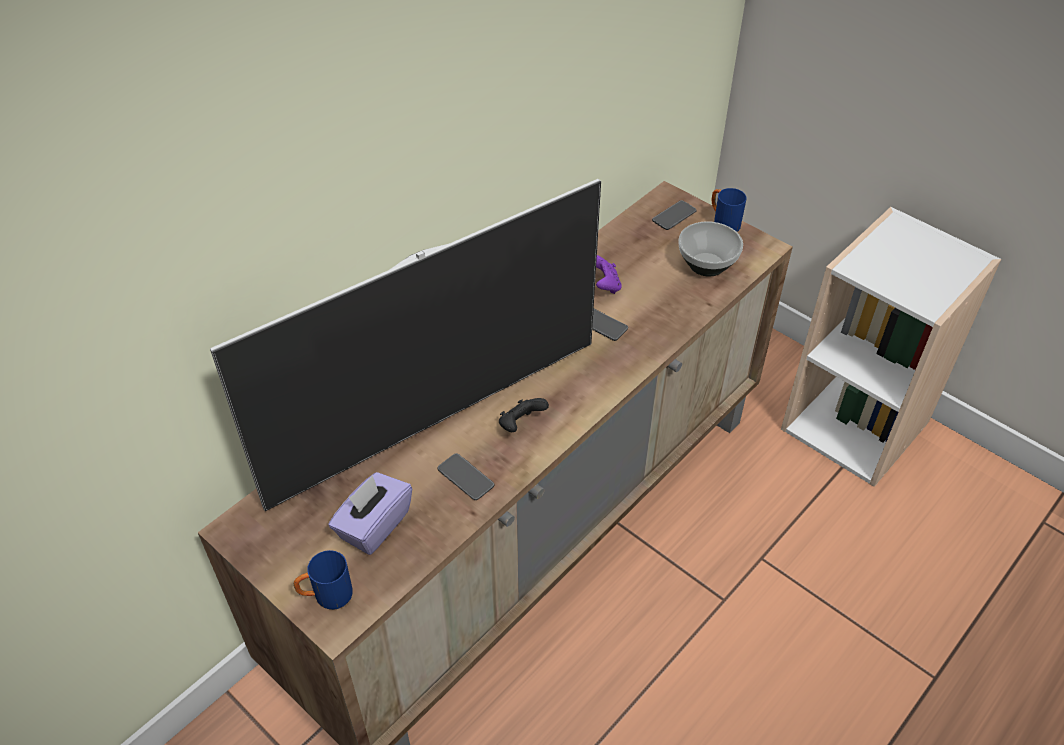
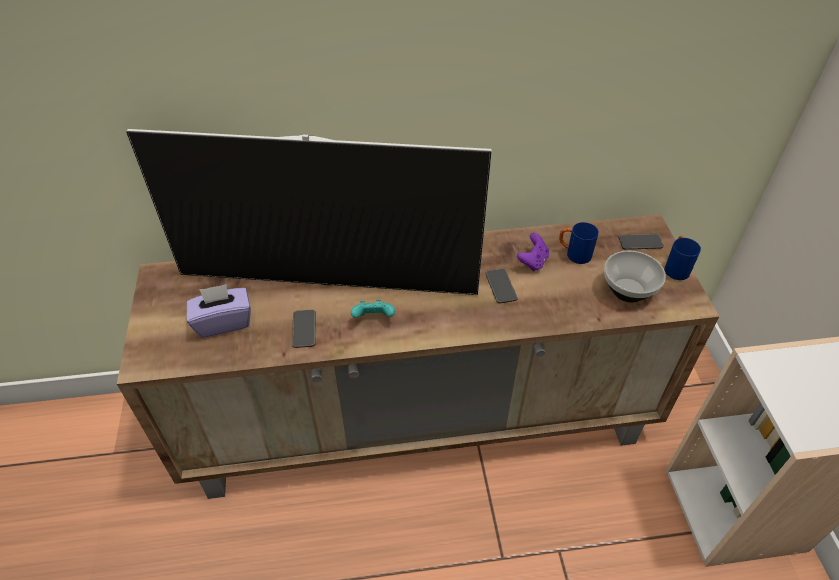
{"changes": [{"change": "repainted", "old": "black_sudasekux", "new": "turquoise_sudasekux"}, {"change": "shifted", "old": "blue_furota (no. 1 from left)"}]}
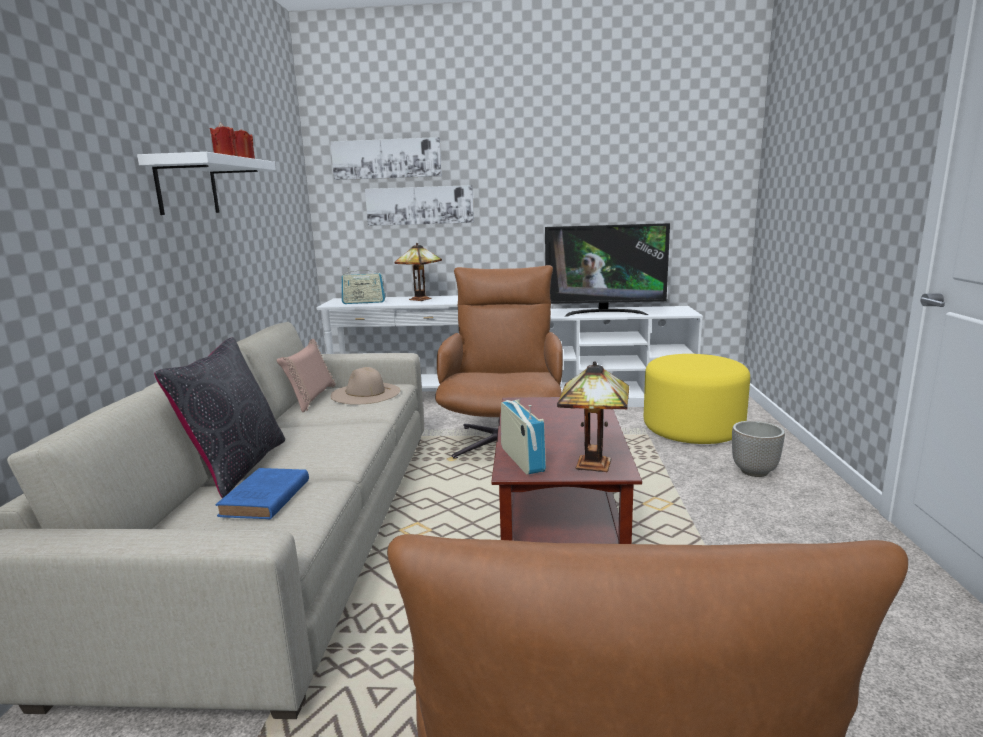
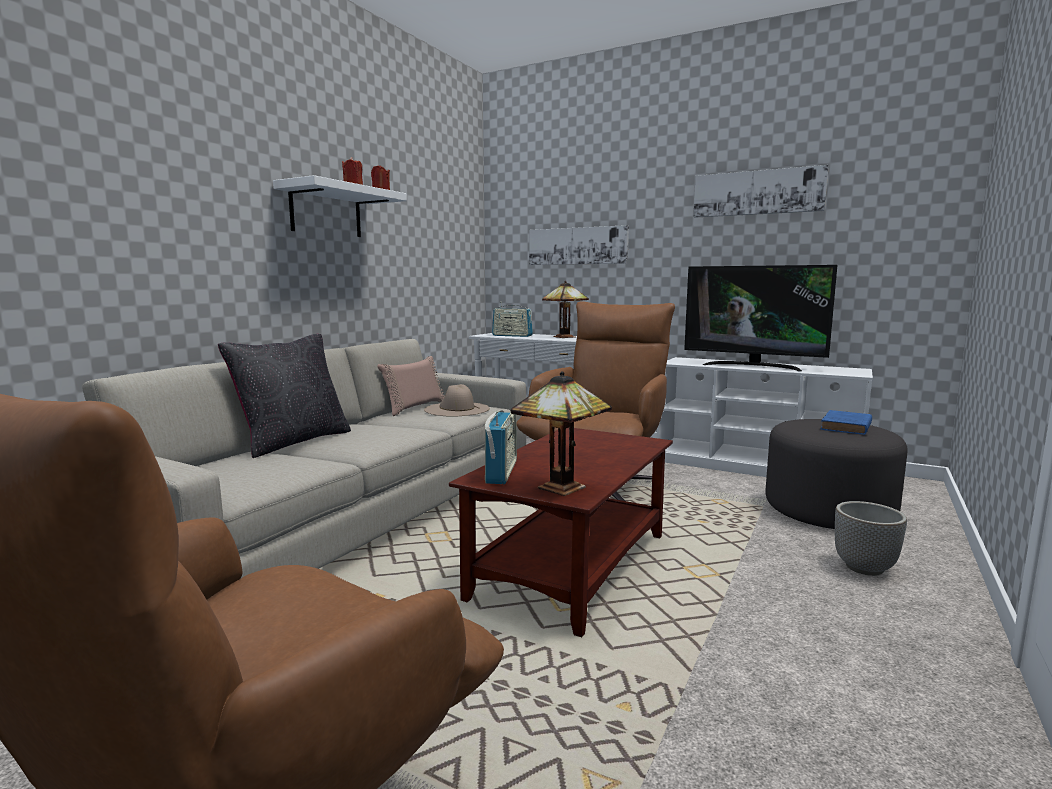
{"changes": [{"change": "shifted", "old": "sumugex (no. 1 from left in the first image)", "new": "sumugex (no. 2 from left)"}, {"change": "repainted", "old": "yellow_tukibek", "new": "grey_tukibek"}, {"change": "shifted", "old": "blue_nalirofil"}]}
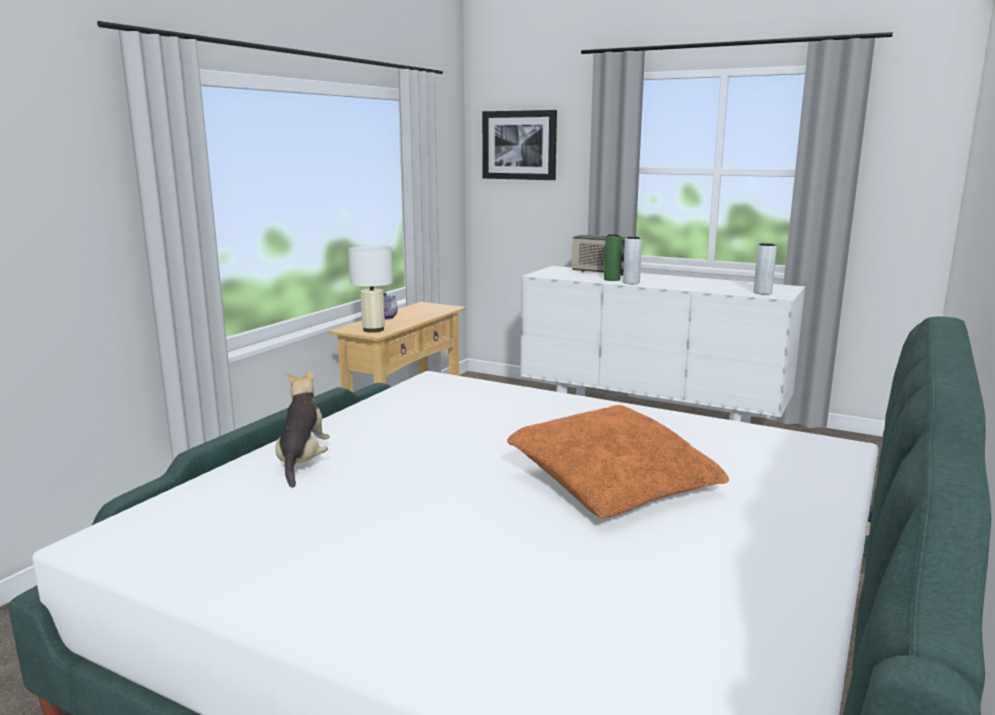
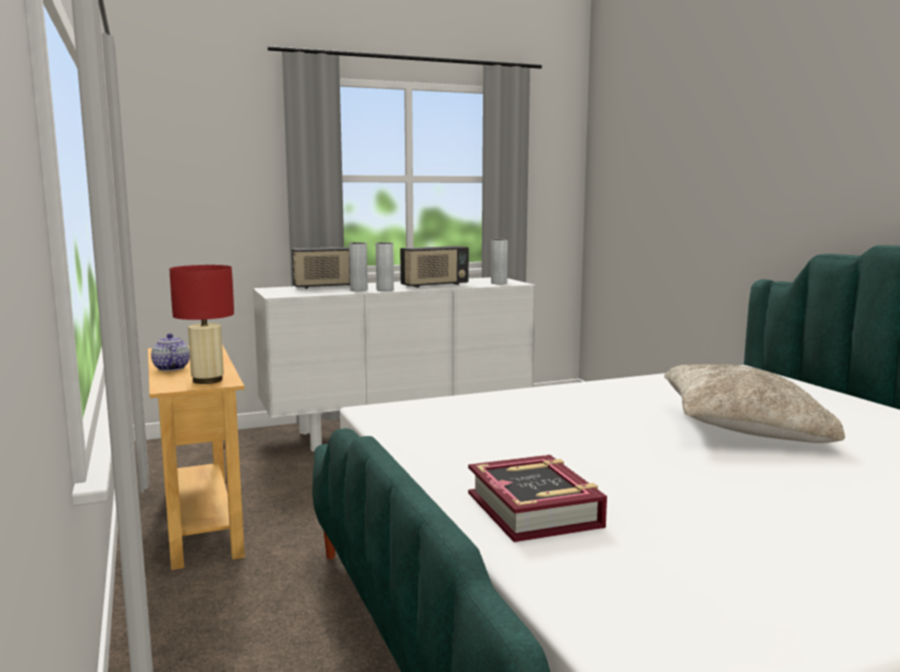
{"changes": [{"change": "gone", "old": "sumugex"}, {"change": "repainted", "old": "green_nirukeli", "new": "grey_nirukeli (no. 1 from left)"}, {"change": "repainted", "old": "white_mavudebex", "new": "red_mavudebex"}, {"change": "swapped", "old": "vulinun", "new": "nalirofil"}, {"change": "repainted", "old": "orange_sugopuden", "new": "beige_sugopuden"}, {"change": "new", "new": "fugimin (no. 2 from left)"}]}
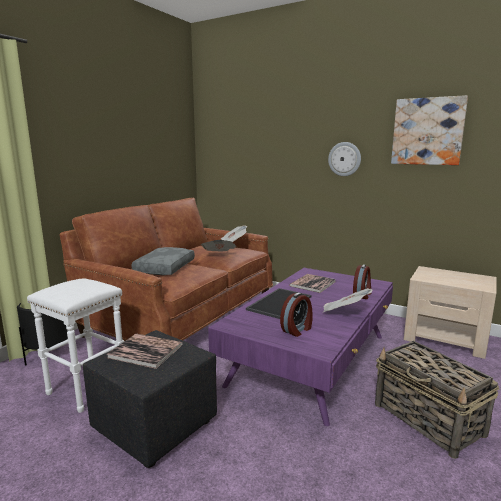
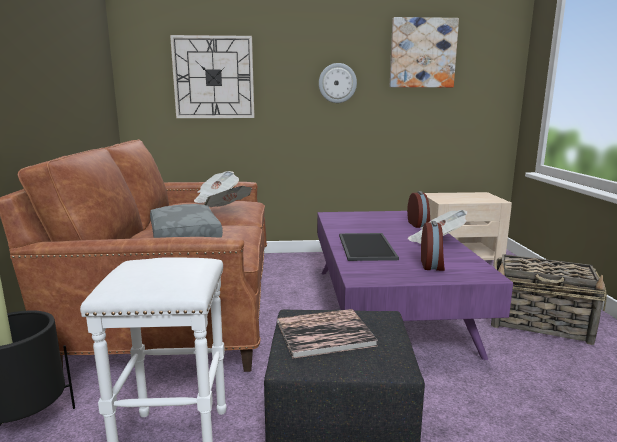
{"changes": [{"change": "gone", "old": "nalirofil (no. 2 from left)"}, {"change": "new", "new": "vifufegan (no. 1 from left)"}]}
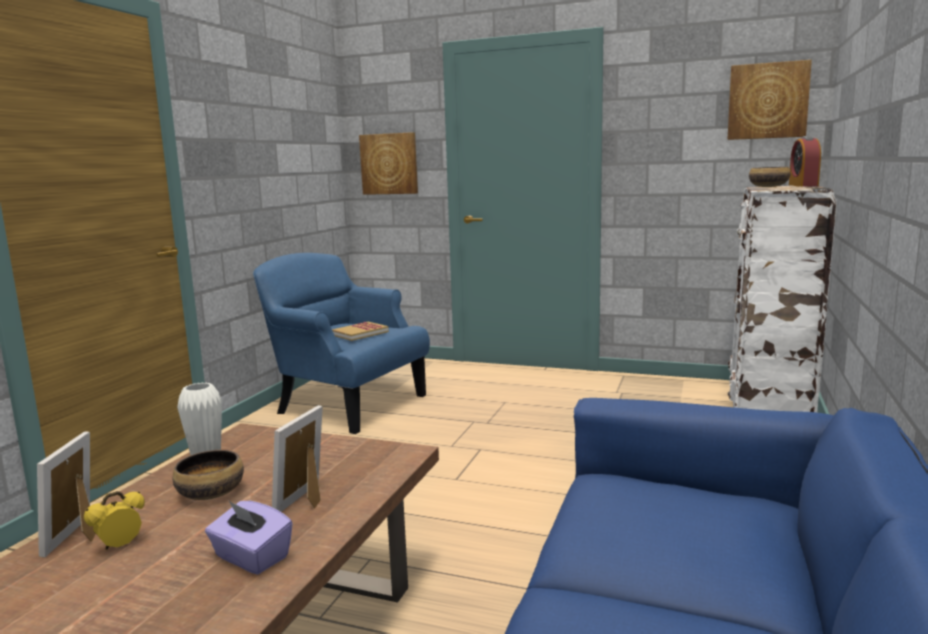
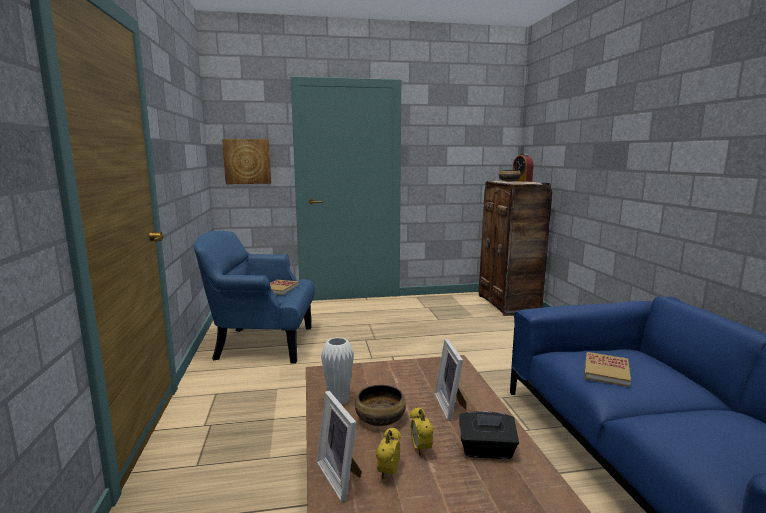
{"changes": [{"change": "gone", "old": "sumugex (no. 2 from left)"}, {"change": "repainted", "old": "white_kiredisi", "new": "brown_kiredisi"}, {"change": "repainted", "old": "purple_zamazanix", "new": "black_zamazanix"}, {"change": "new", "new": "nalirofil (no. 2 from left)"}, {"change": "new", "new": "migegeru (no. 2 from left)"}]}
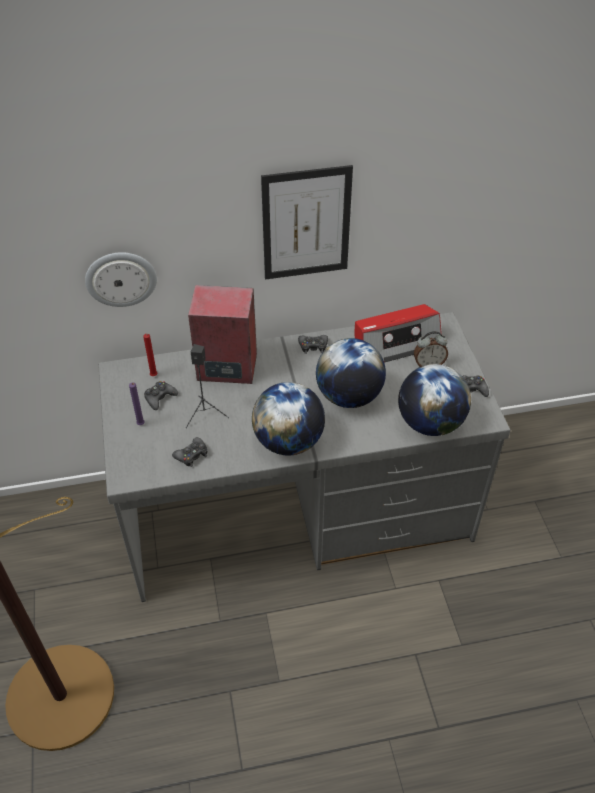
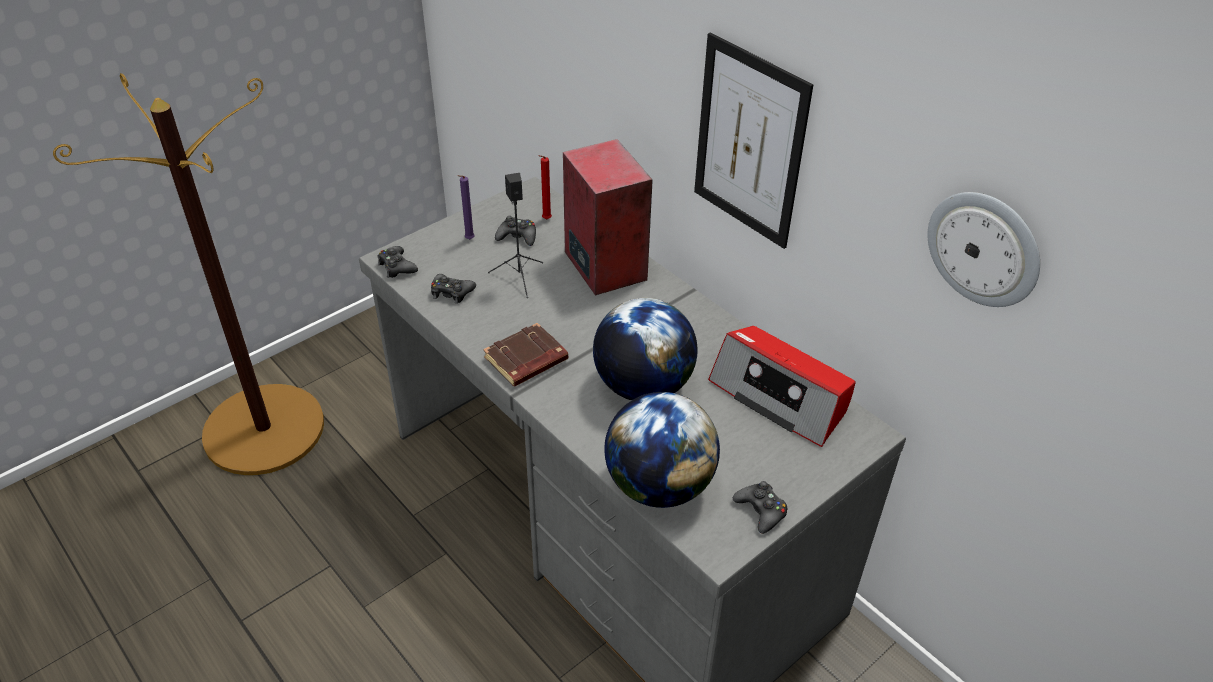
{"changes": [{"change": "shifted", "old": "vifufegan"}, {"change": "gone", "old": "migegeru"}, {"change": "shifted", "old": "black_sudasekux (no. 3 from left in the first image)", "new": "black_sudasekux (no. 1 from left)"}, {"change": "swapped", "old": "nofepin (no. 1 from left)", "new": "brown_nalirofil"}]}
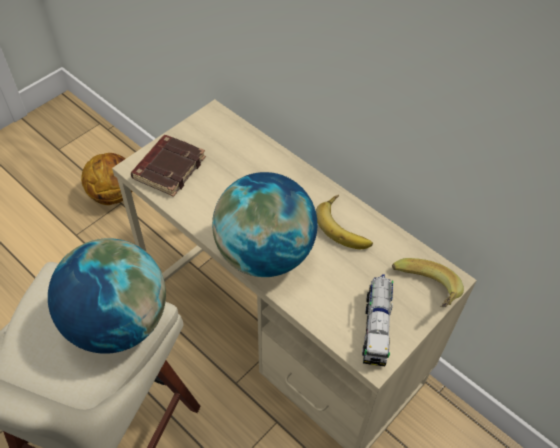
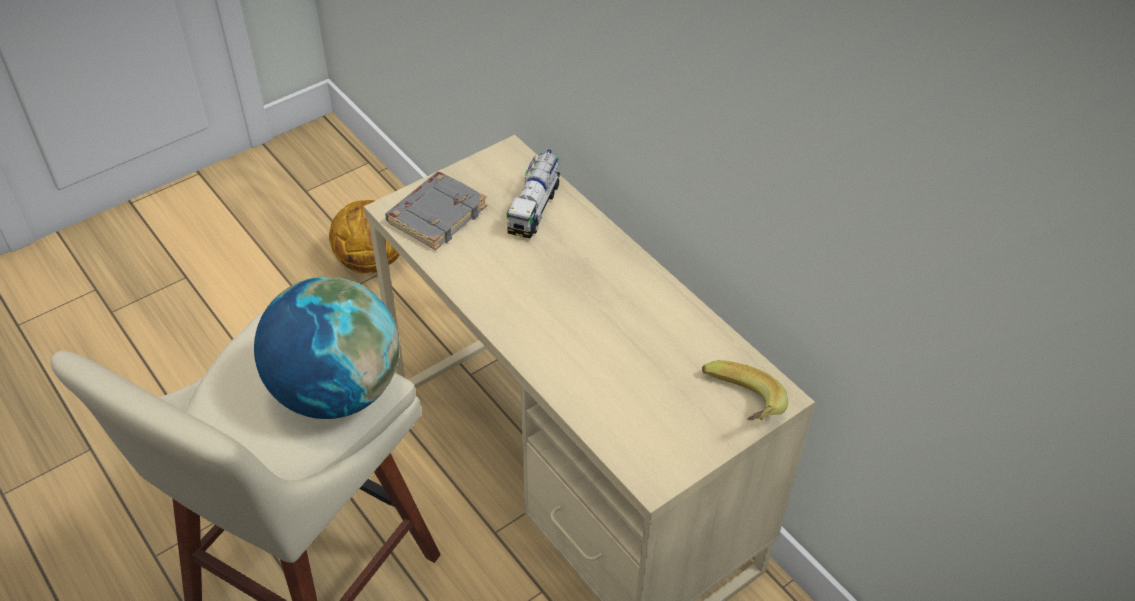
{"changes": [{"change": "repainted", "old": "brown_nalirofil", "new": "grey_nalirofil"}, {"change": "gone", "old": "nofepin (no. 2 from left)"}, {"change": "gone", "old": "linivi (no. 1 from left)"}, {"change": "shifted", "old": "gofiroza"}]}
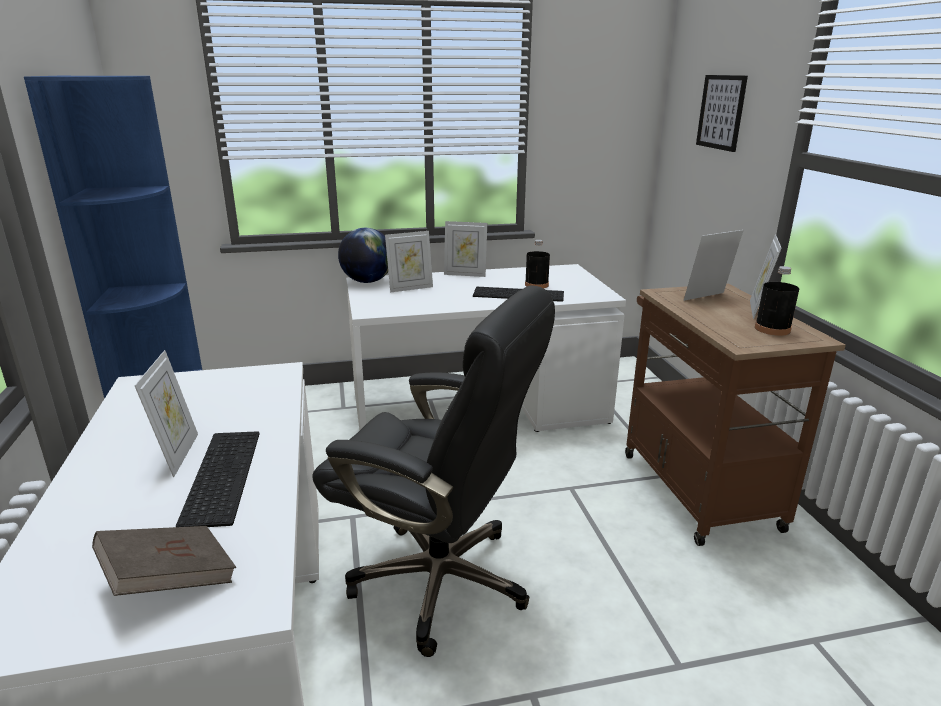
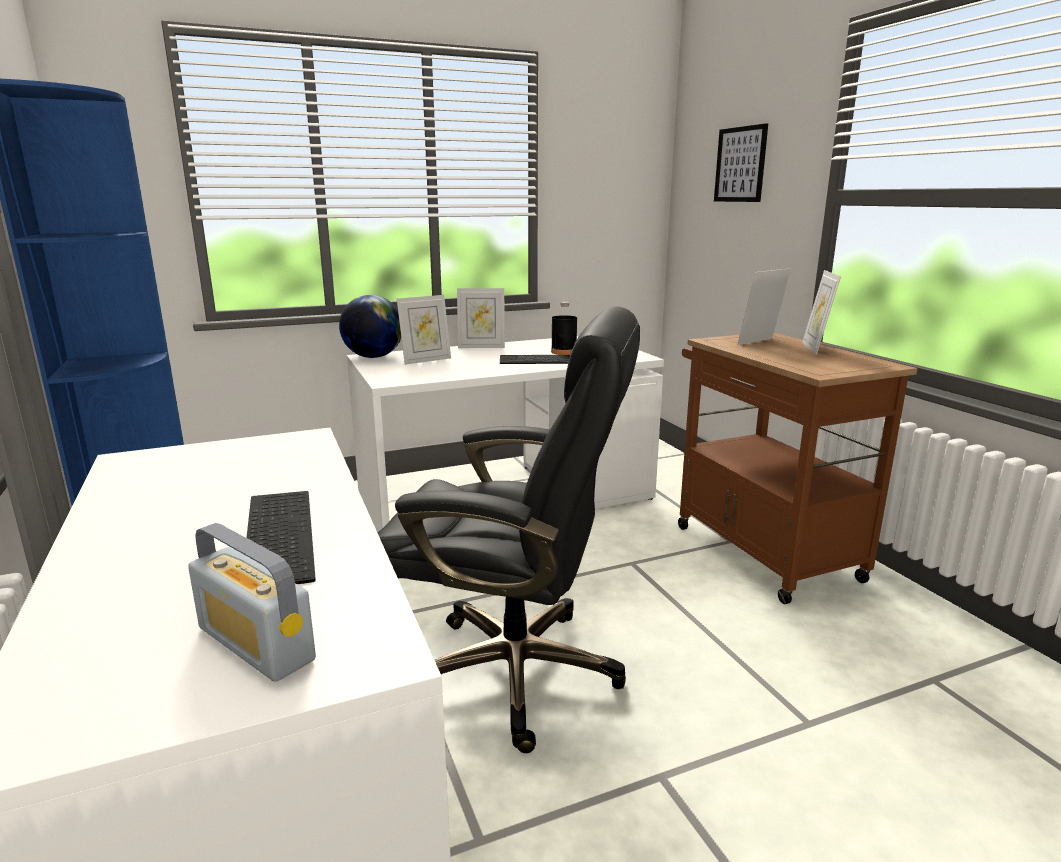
{"changes": [{"change": "gone", "old": "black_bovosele (no. 2 from left)"}, {"change": "gone", "old": "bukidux (no. 1 from left)"}, {"change": "swapped", "old": "brown_nalirofil", "new": "fugimin"}]}
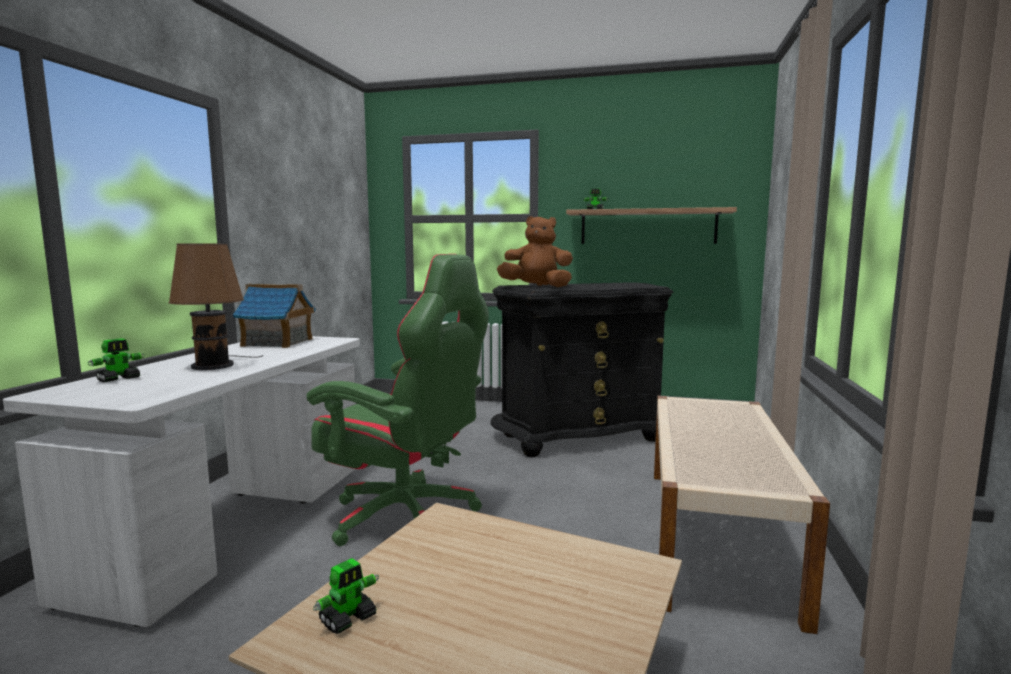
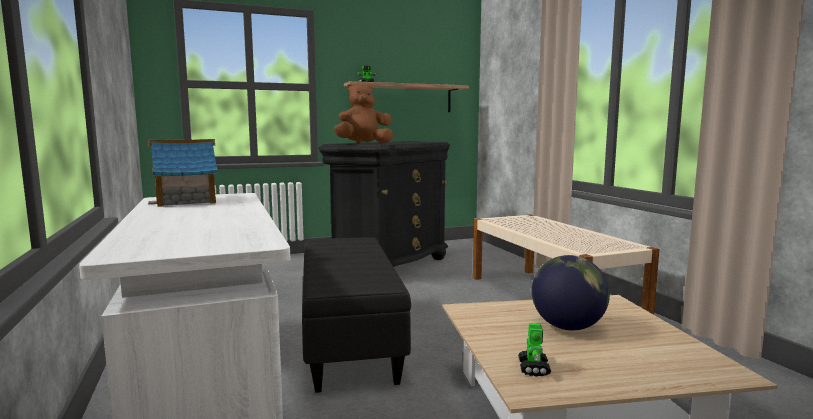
{"changes": [{"change": "gone", "old": "brown_mavudebex"}, {"change": "swapped", "old": "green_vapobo", "new": "black_tukibek"}, {"change": "gone", "old": "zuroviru (no. 1 from left)"}, {"change": "new", "new": "nofepin"}]}
